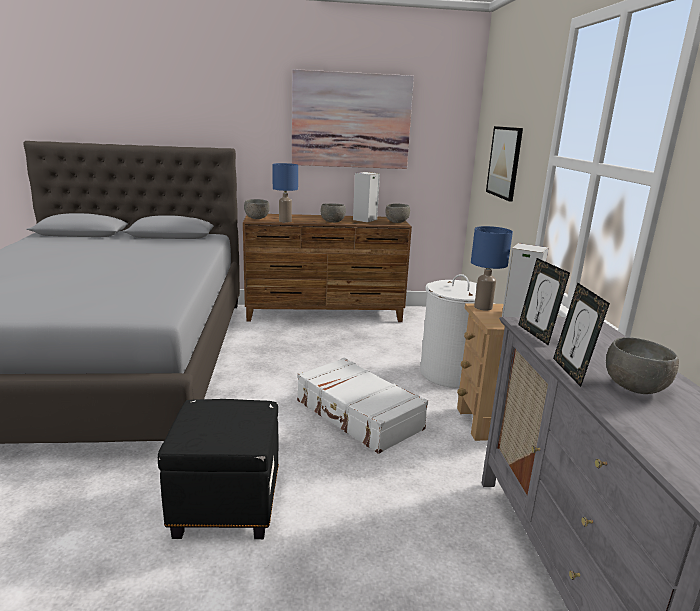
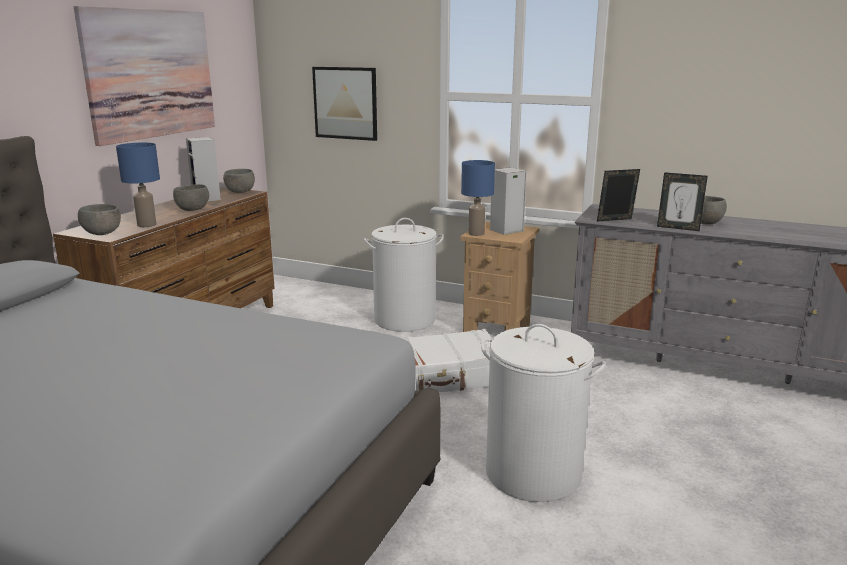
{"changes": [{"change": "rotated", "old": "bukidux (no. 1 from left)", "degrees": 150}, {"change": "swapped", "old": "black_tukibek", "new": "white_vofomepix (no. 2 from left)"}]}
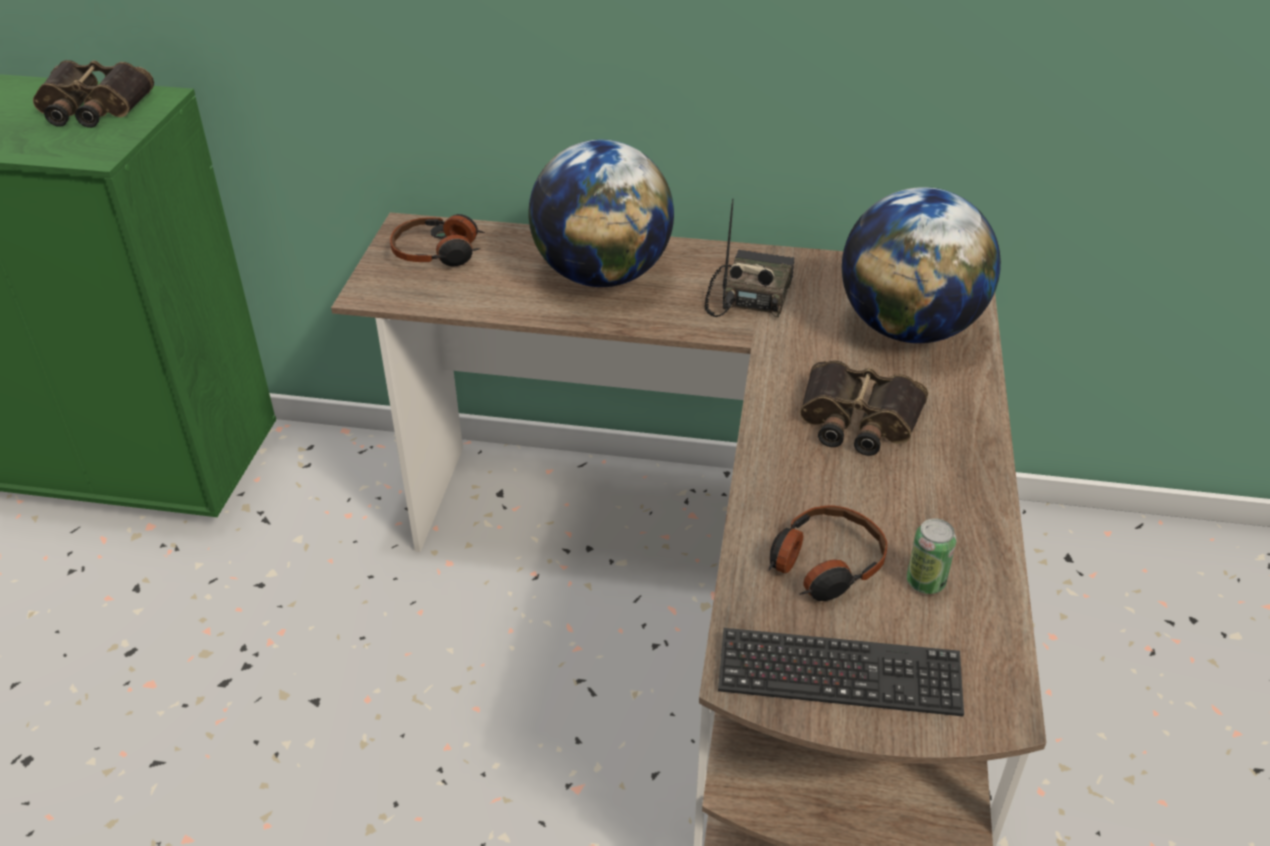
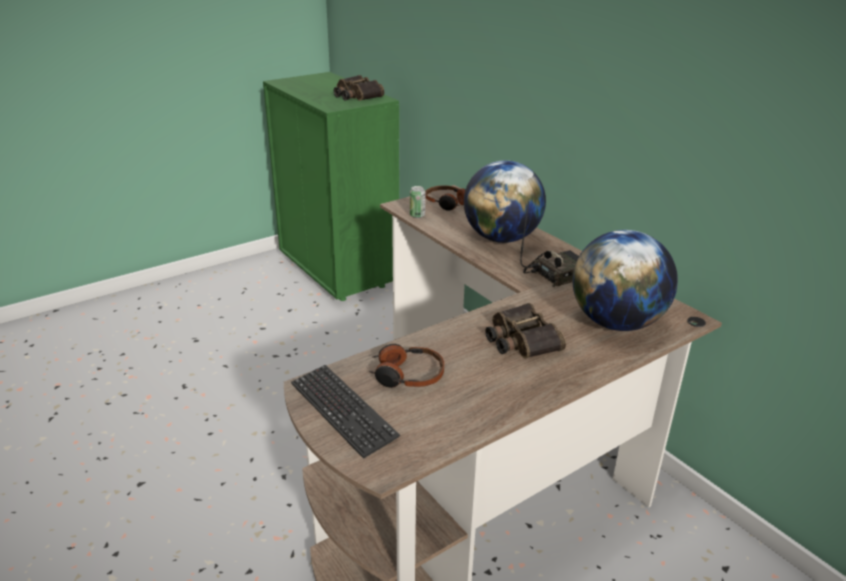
{"changes": [{"change": "shifted", "old": "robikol"}]}
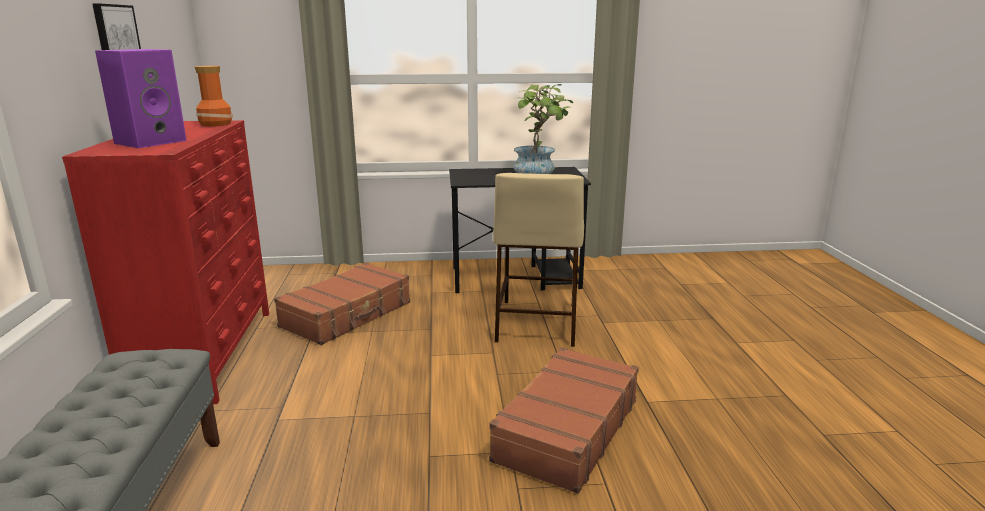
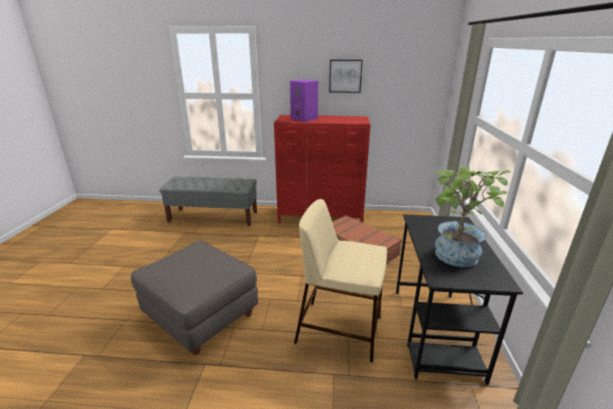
{"changes": [{"change": "gone", "old": "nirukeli"}, {"change": "swapped", "old": "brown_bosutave (no. 2 from left)", "new": "grey_tukibek"}]}
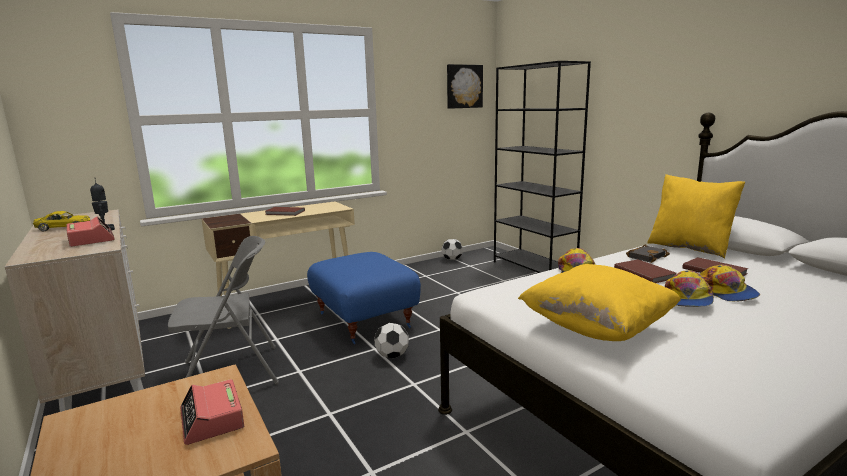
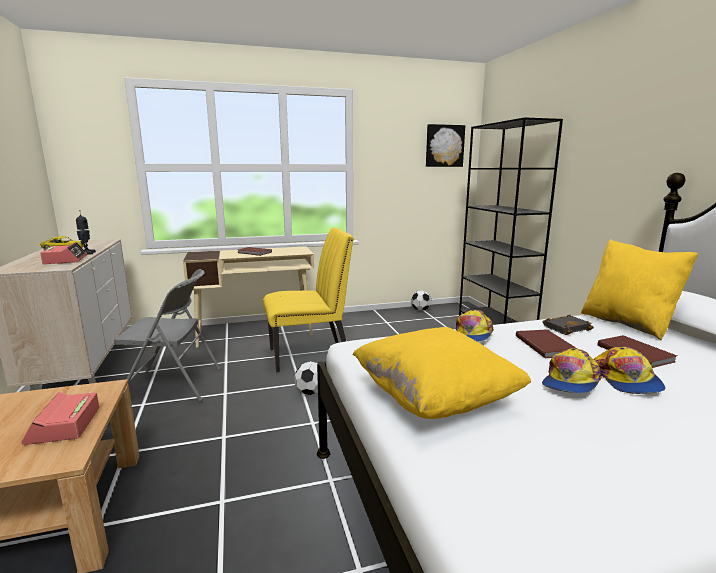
{"changes": [{"change": "swapped", "old": "blue_tukibek", "new": "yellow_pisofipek"}]}
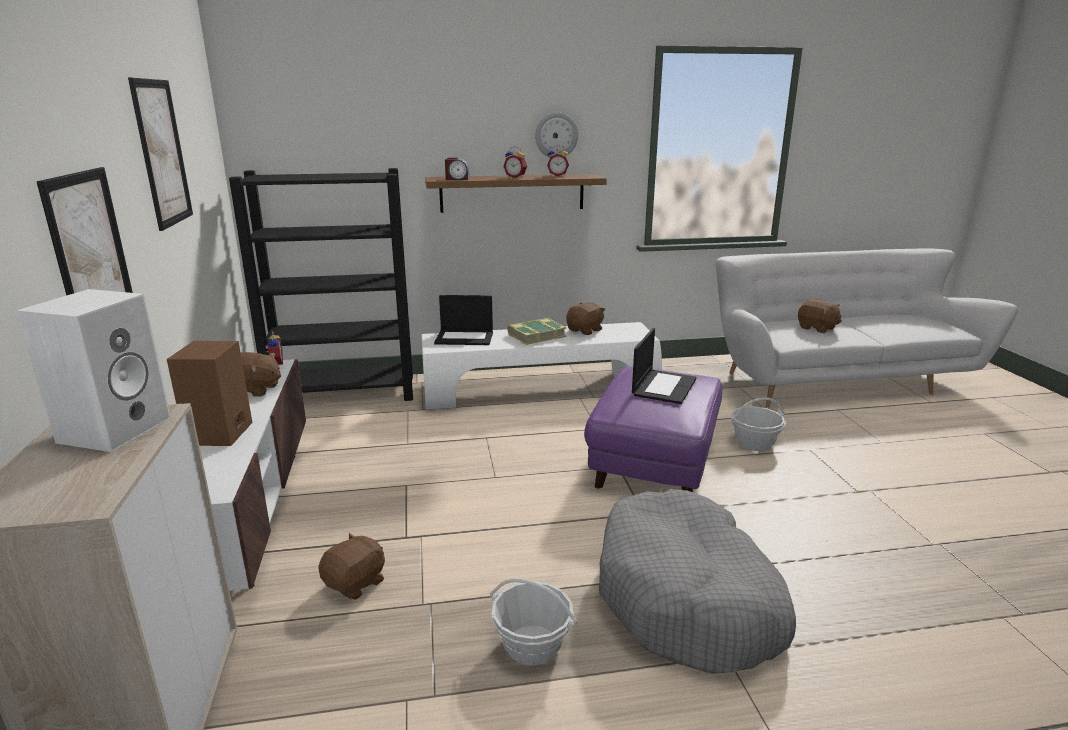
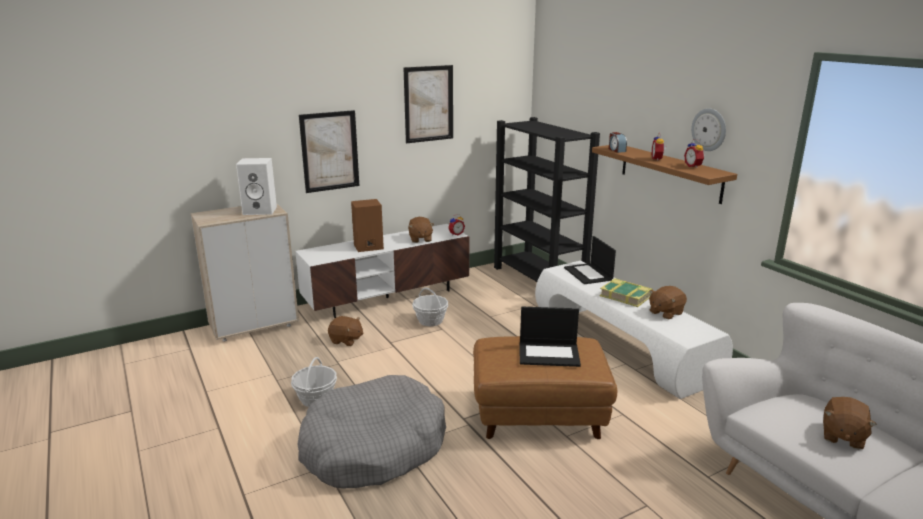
{"changes": [{"change": "rotated", "old": "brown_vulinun (no. 3 from left)", "degrees": 120}, {"change": "repainted", "old": "purple_tukibek", "new": "brown_tukibek"}, {"change": "shifted", "old": "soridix (no. 2 from left)"}]}
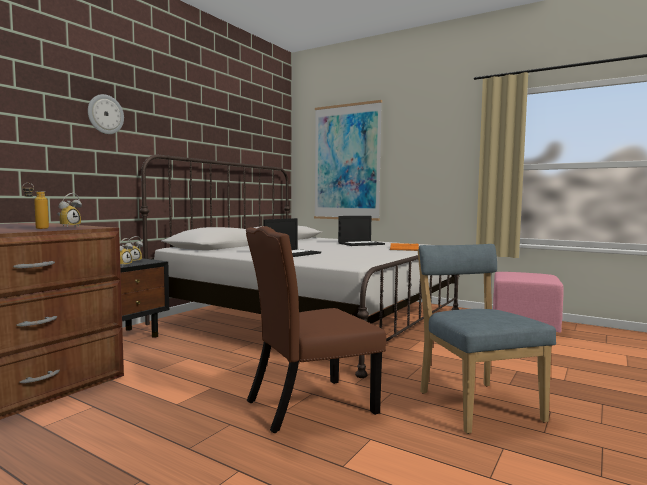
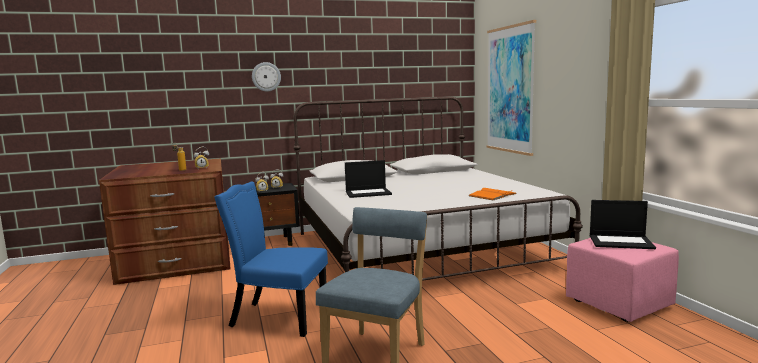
{"changes": [{"change": "shifted", "old": "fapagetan (no. 2 from left)"}, {"change": "repainted", "old": "brown_pisofipek", "new": "blue_pisofipek (no. 1 from left)"}]}
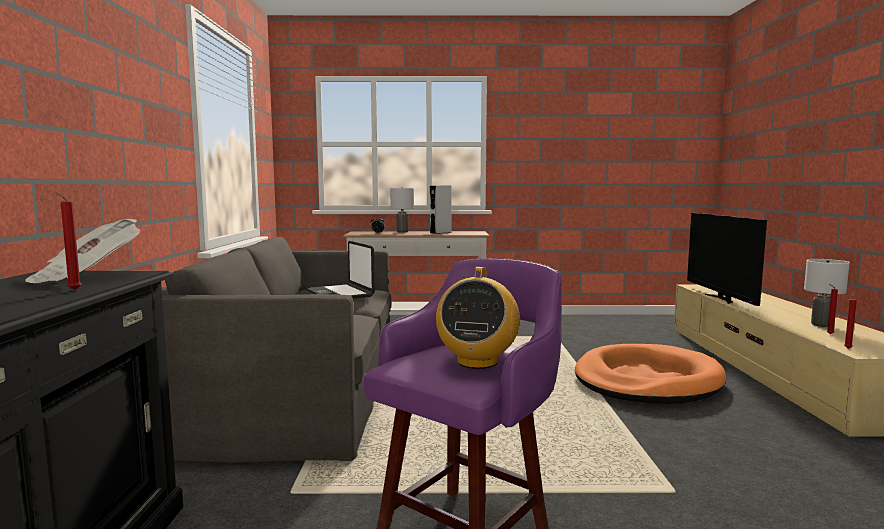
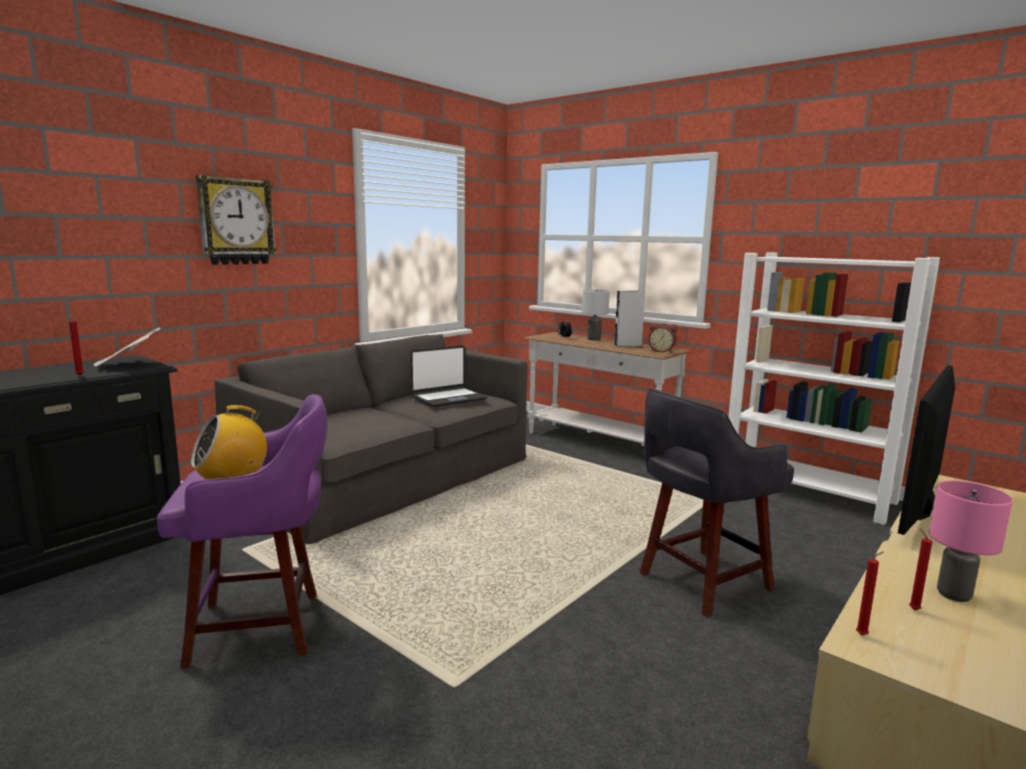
{"changes": [{"change": "rotated", "old": "fapagetan", "degrees": -135}, {"change": "repainted", "old": "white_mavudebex (no. 2 from left)", "new": "pink_mavudebex"}, {"change": "swapped", "old": "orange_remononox", "new": "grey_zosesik"}, {"change": "new", "new": "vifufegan"}, {"change": "new", "new": "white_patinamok"}, {"change": "new", "new": "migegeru (no. 2 from left)"}]}
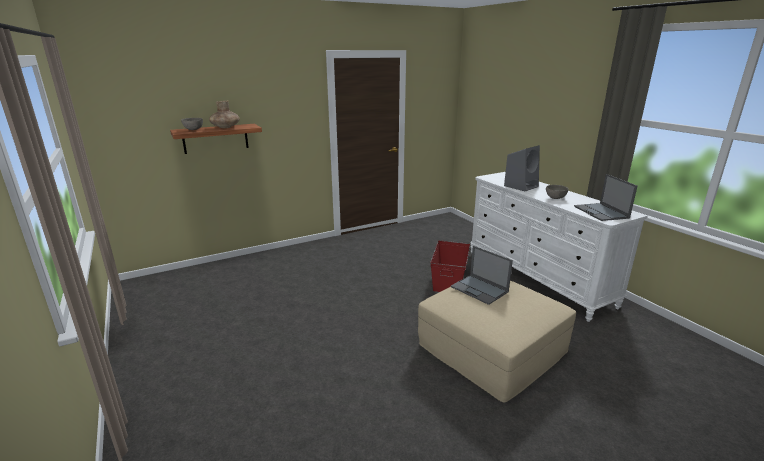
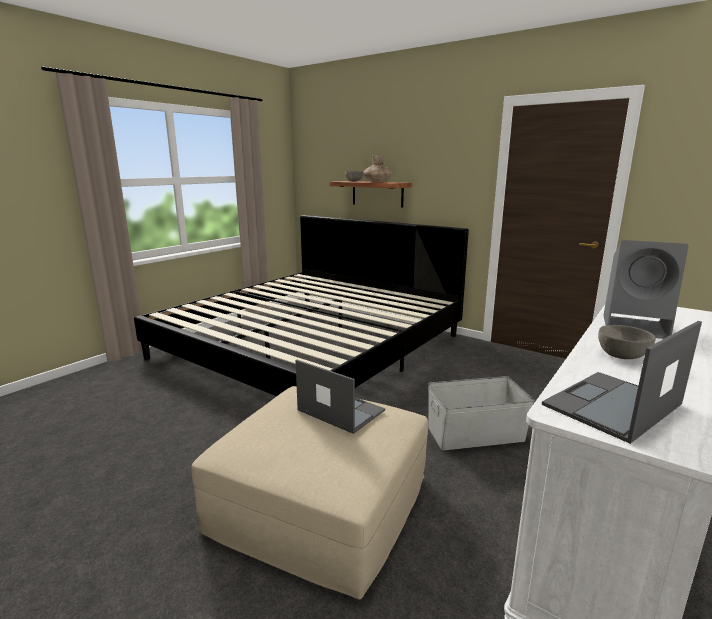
{"changes": [{"change": "repainted", "old": "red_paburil", "new": "grey_paburil"}, {"change": "rotated", "old": "fapagetan (no. 1 from left)", "degrees": 105}, {"change": "new", "new": "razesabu"}]}
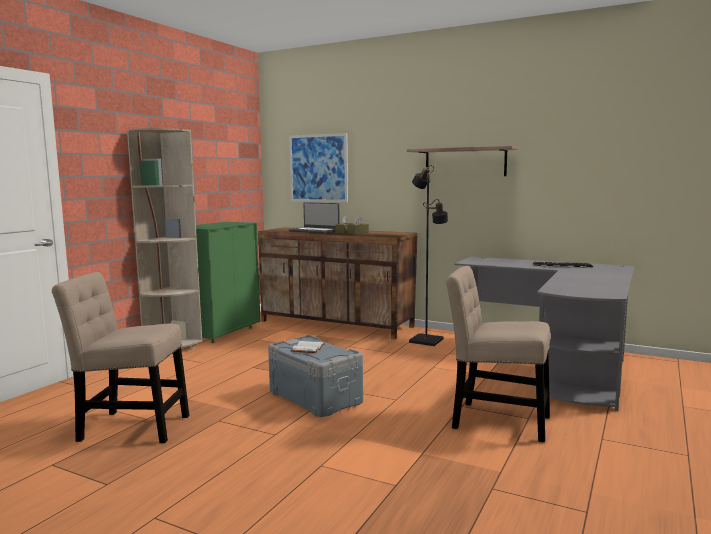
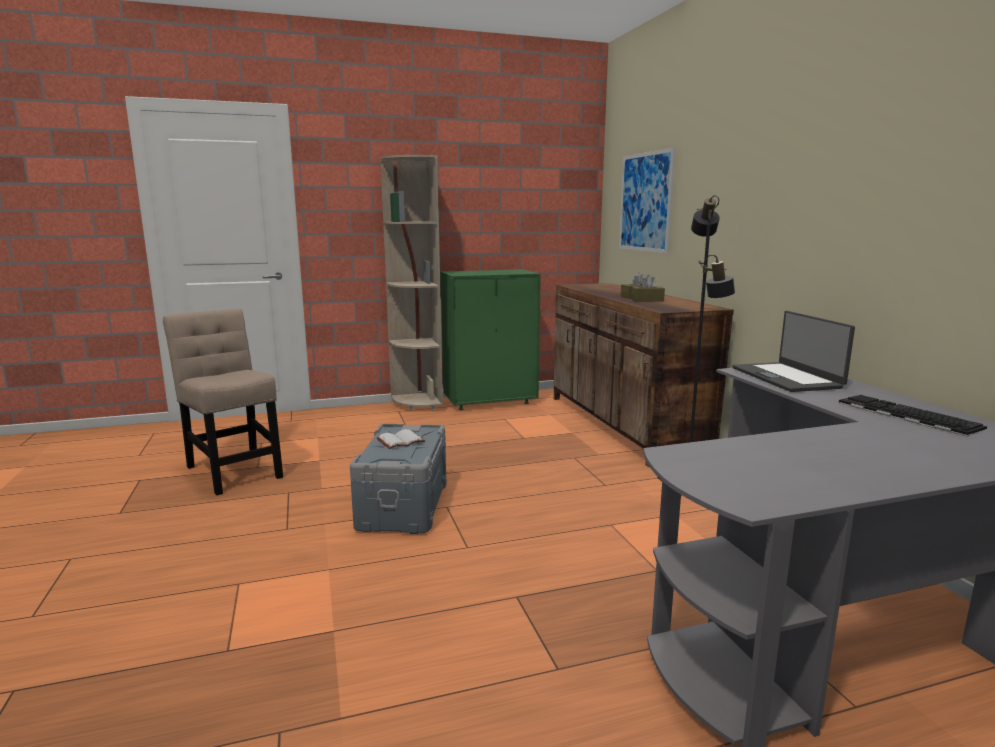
{"changes": [{"change": "gone", "old": "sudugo"}, {"change": "shifted", "old": "fapagetan"}, {"change": "gone", "old": "beige_pisofipek (no. 2 from left)"}]}
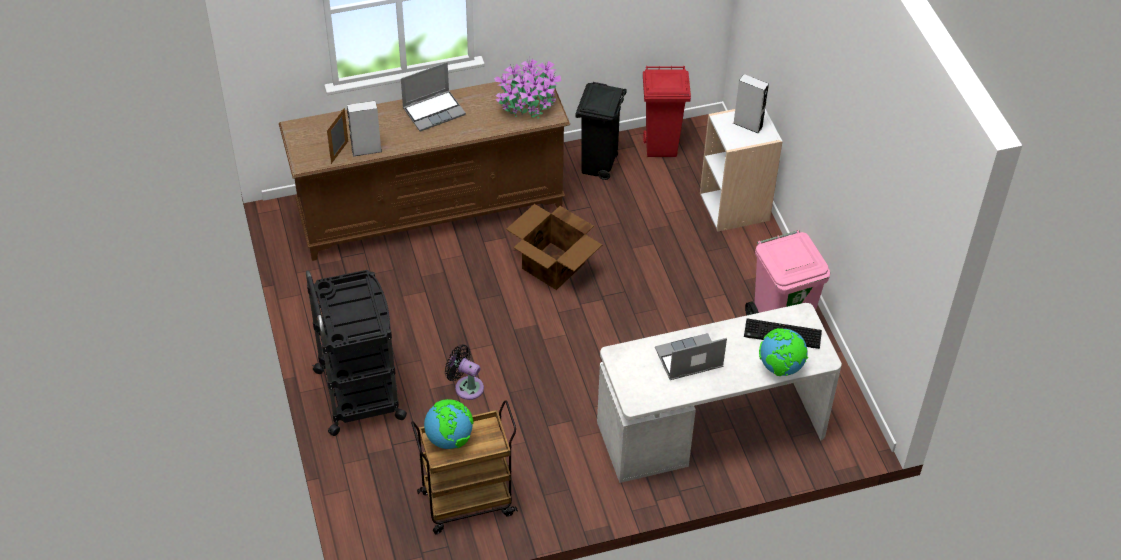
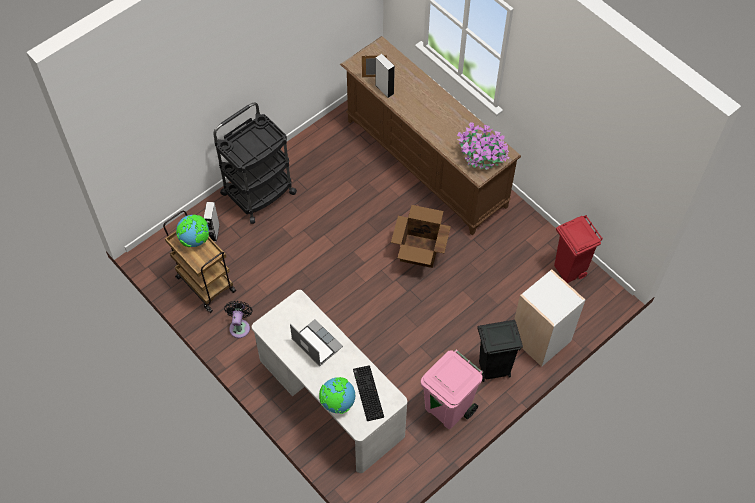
{"changes": [{"change": "gone", "old": "fapagetan (no. 1 from left)"}, {"change": "shifted", "old": "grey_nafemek (no. 2 from left in the first image)", "new": "grey_nafemek (no. 1 from left)"}, {"change": "shifted", "old": "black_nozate"}, {"change": "shifted", "old": "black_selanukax"}]}
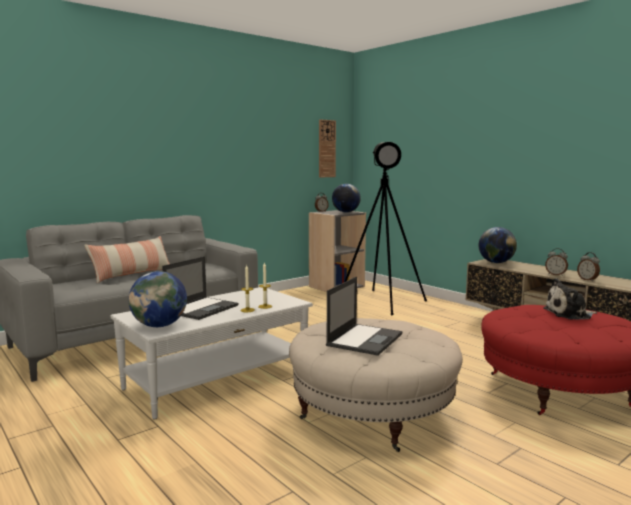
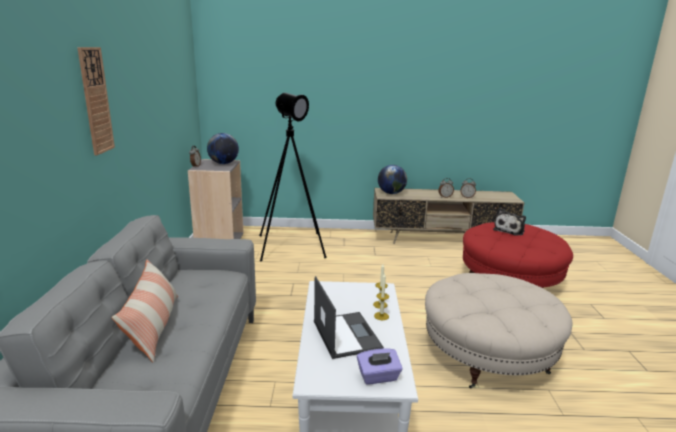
{"changes": [{"change": "shifted", "old": "vifufegan"}, {"change": "swapped", "old": "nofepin (no. 1 from left)", "new": "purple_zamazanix"}, {"change": "gone", "old": "fapagetan (no. 2 from left)"}]}
